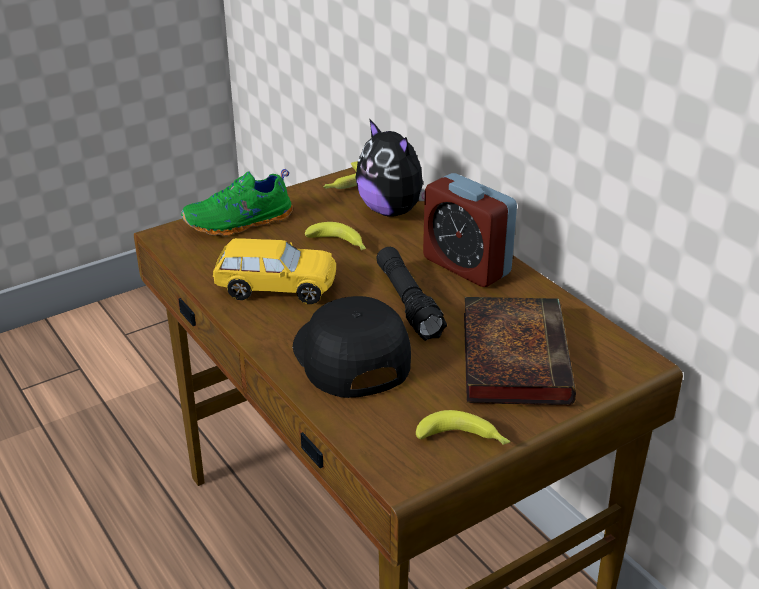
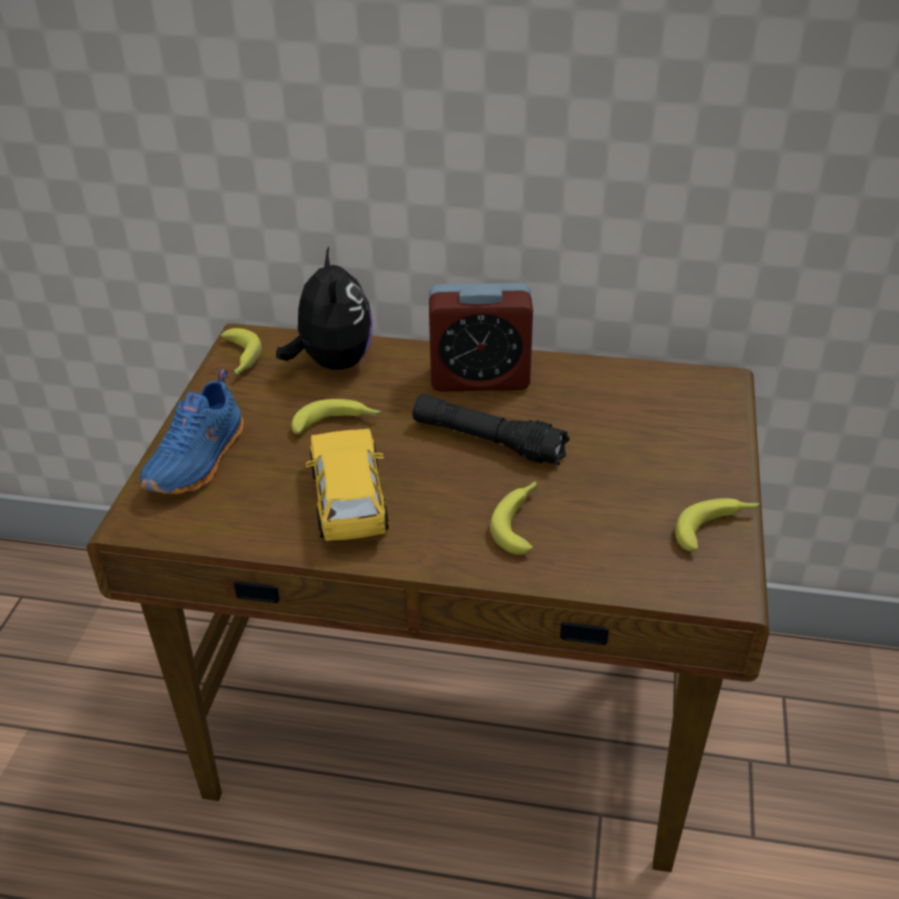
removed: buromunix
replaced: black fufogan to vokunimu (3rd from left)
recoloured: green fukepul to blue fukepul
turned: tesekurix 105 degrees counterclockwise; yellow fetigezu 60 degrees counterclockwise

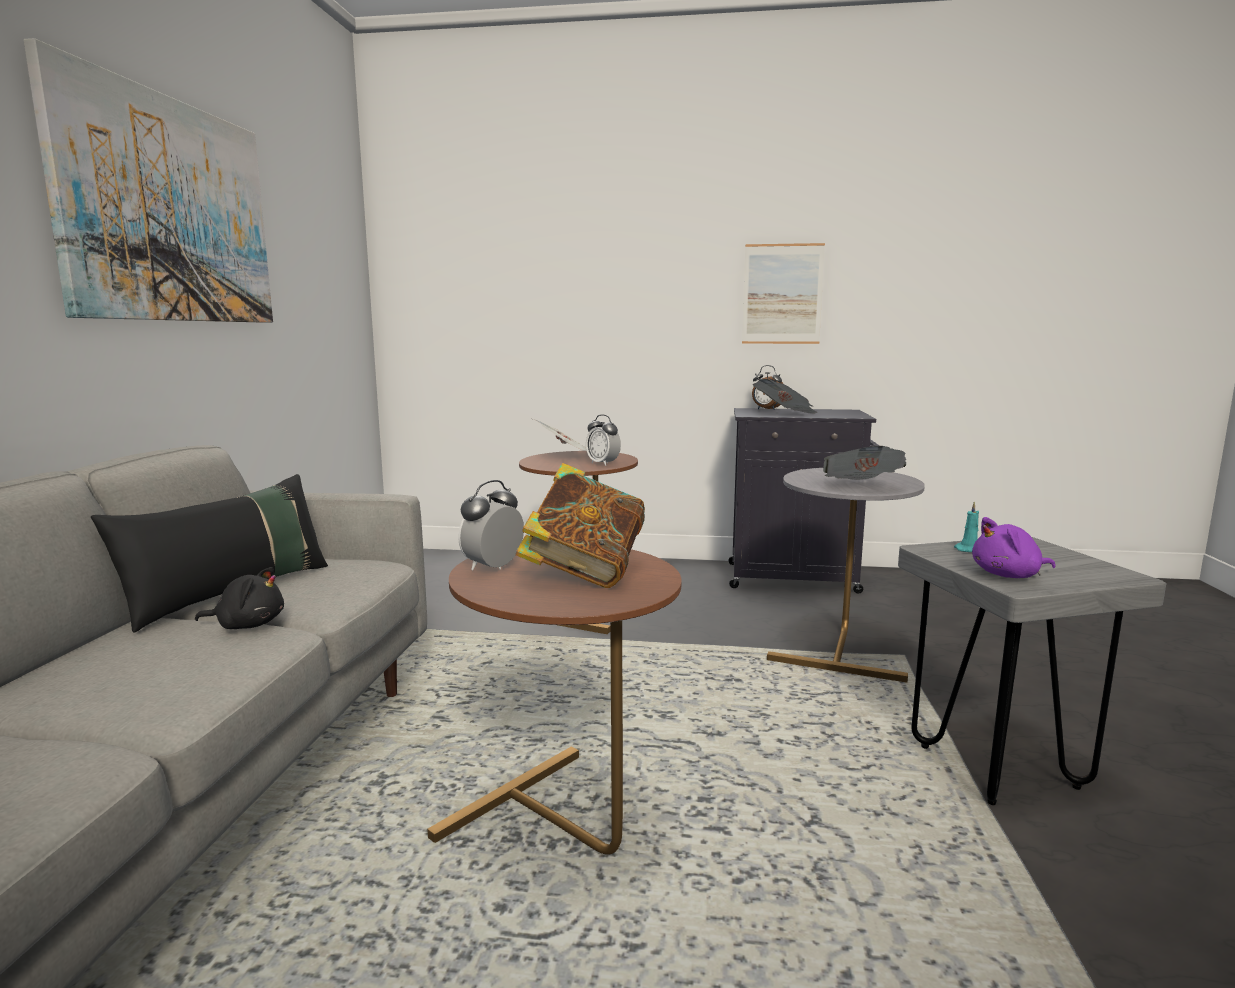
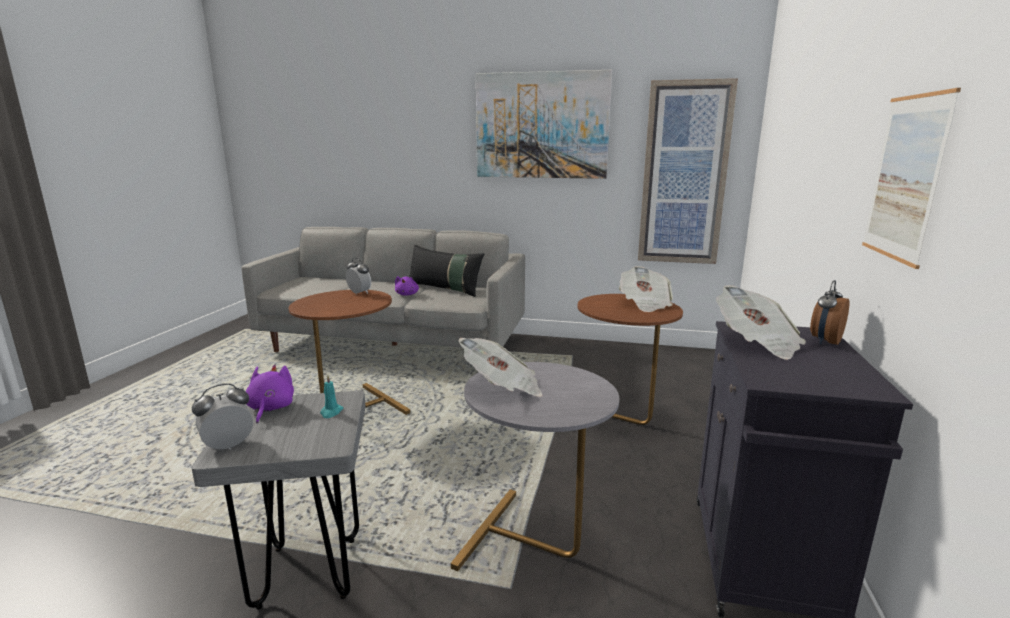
removed: buromunix
added: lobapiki (2nd from left)
moved: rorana (2nd from left in the first image) to rorana (1st from left)
recoloured: black tesekurix to purple tesekurix (2nd from left)

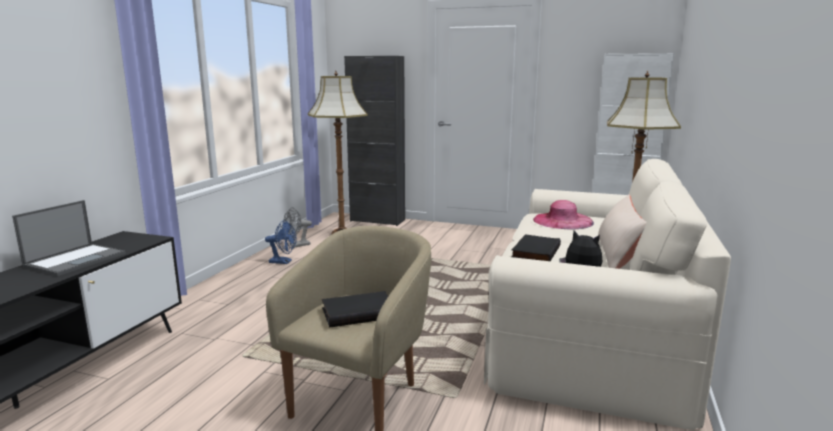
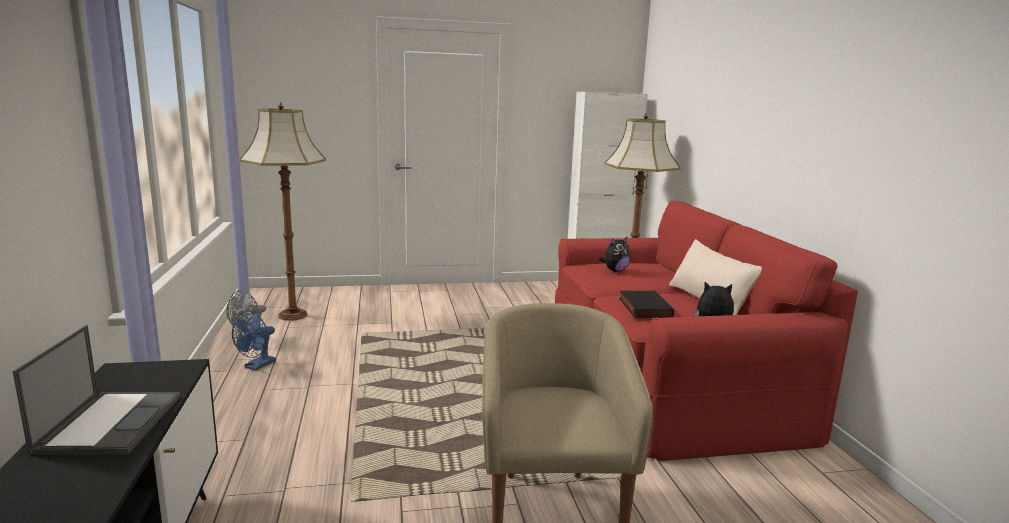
removed: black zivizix; black buromunix (1st from left)
replaced: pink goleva to tesekurix (1st from left)
recoloured: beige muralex to red muralex
turned: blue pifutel 135 degrees clockwise

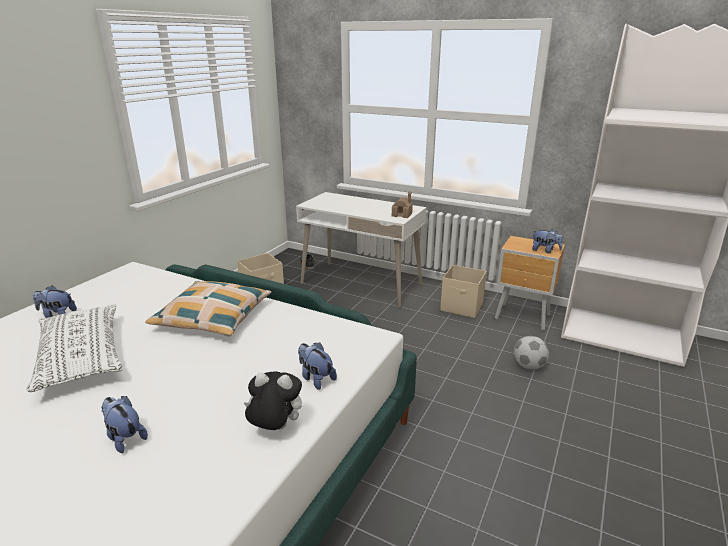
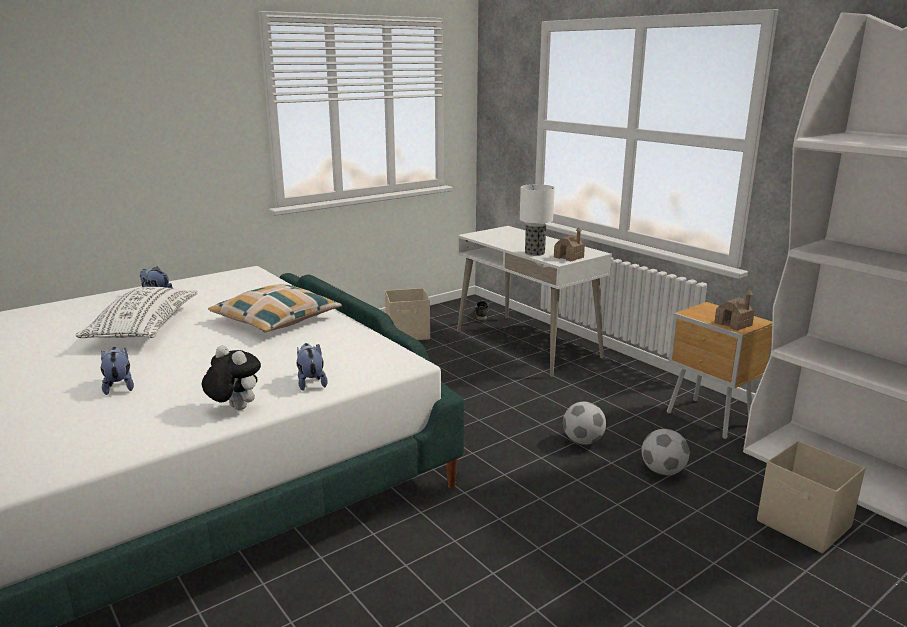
added: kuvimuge; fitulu (1st from left)
moved: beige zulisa (2nd from left)
replaced: tesekurix (5th from left) to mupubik (2nd from left)

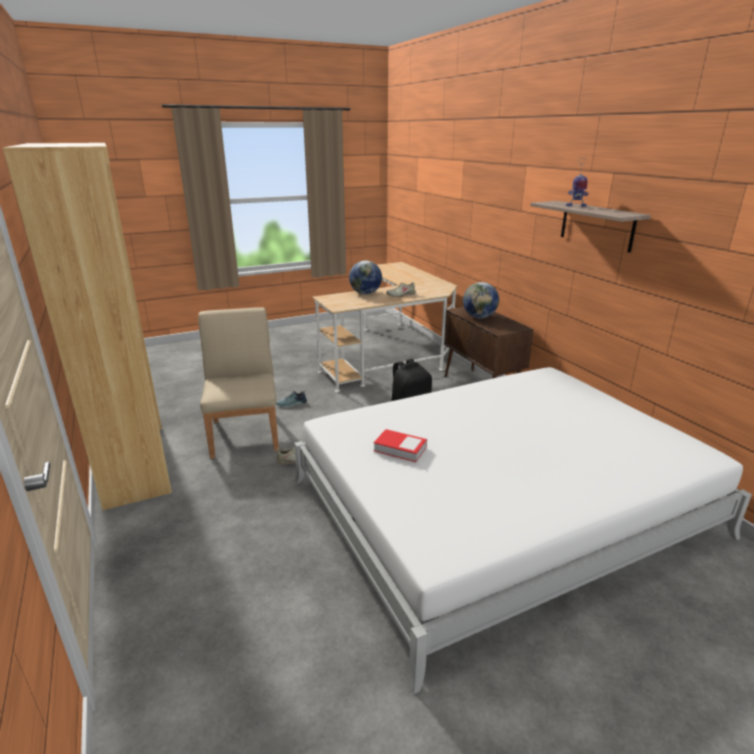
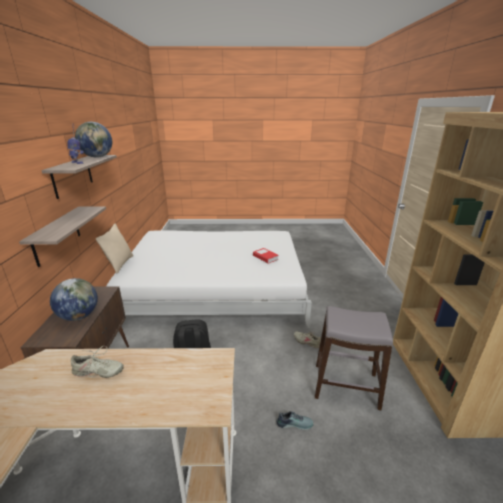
added: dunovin (1st from left); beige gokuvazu
moved: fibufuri (1st from left in the first image) to fibufuri (2nd from left)
replaced: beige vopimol to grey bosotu

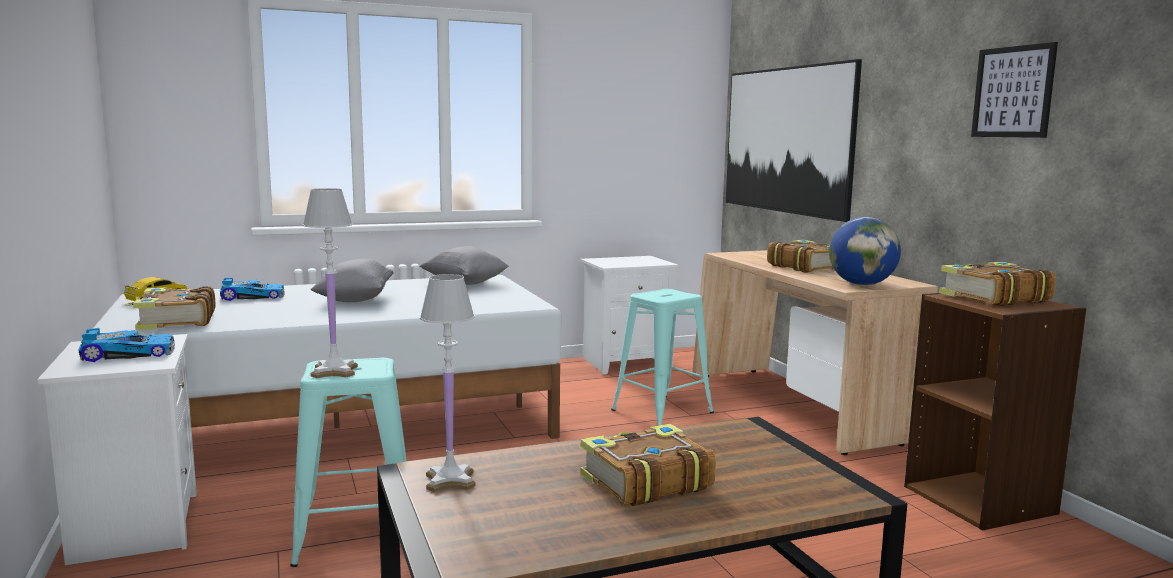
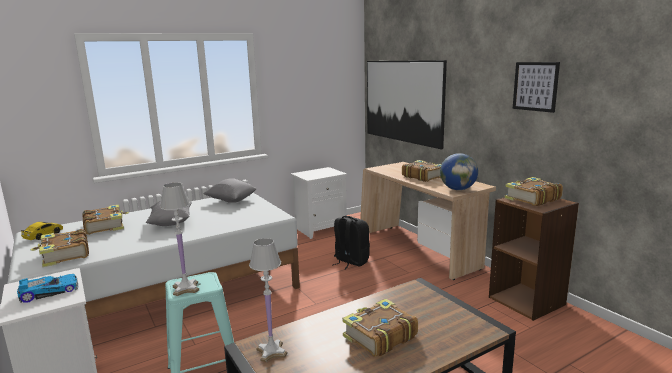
replaced: fetigezu (3rd from left) to buromunix (2nd from left); turquoise bosotu (2nd from left) to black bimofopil

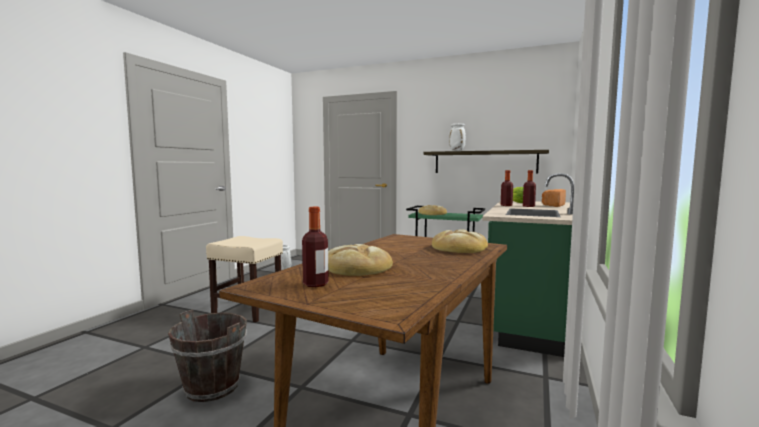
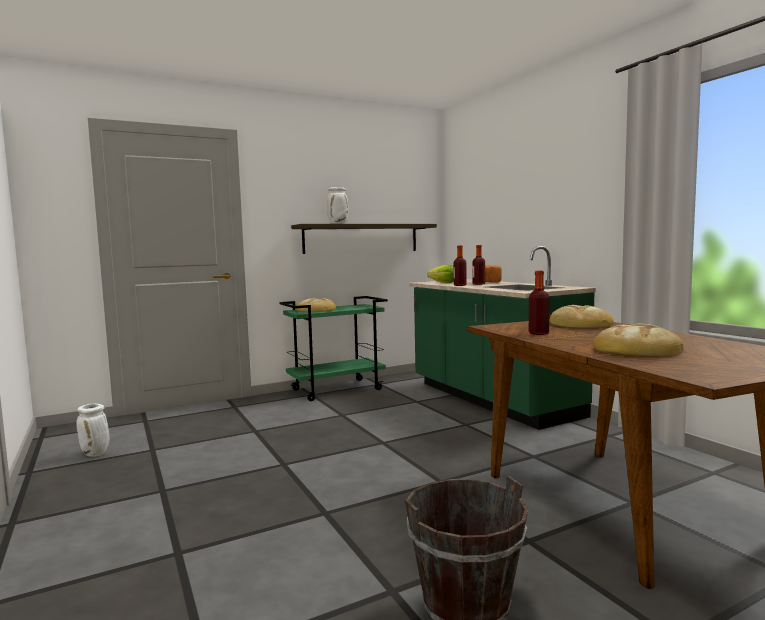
removed: beige bosotu
moved: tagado (1st from left in the first image) to tagado (3rd from left)

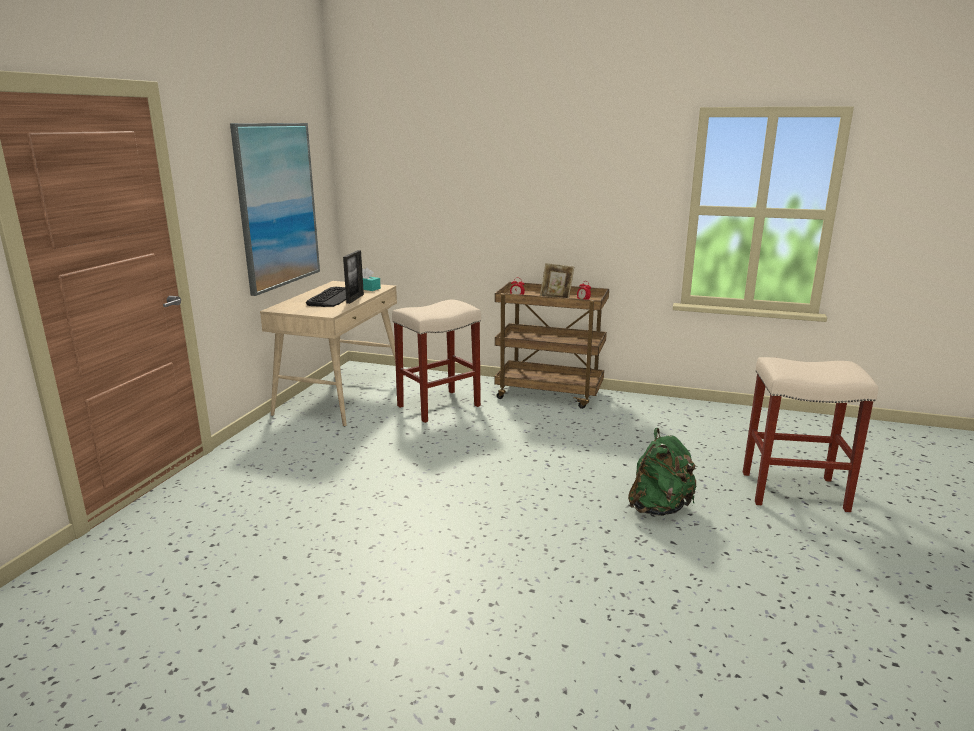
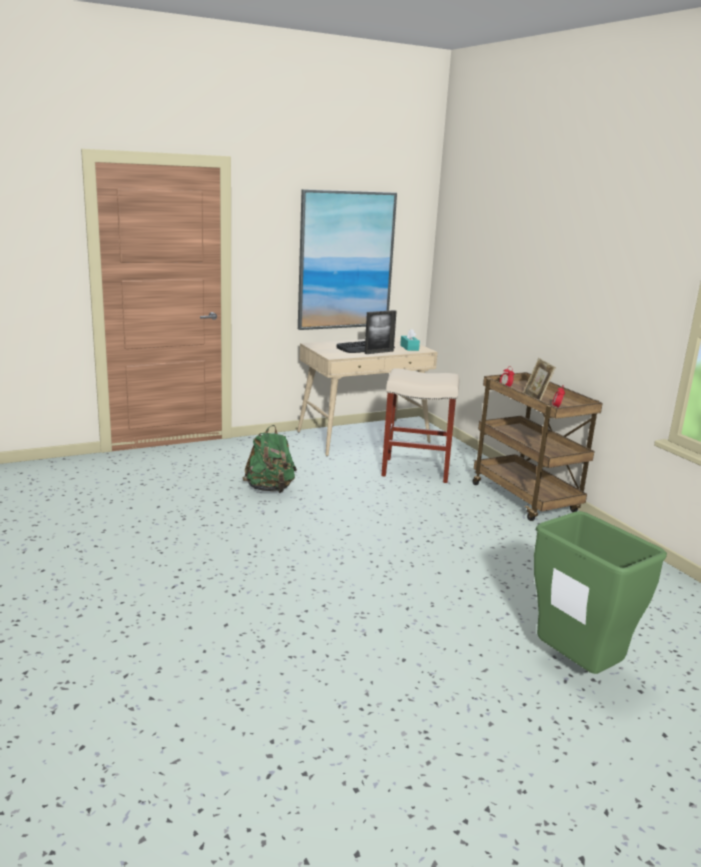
moved: green bimofopil
replaced: beige bosotu (2nd from left) to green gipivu

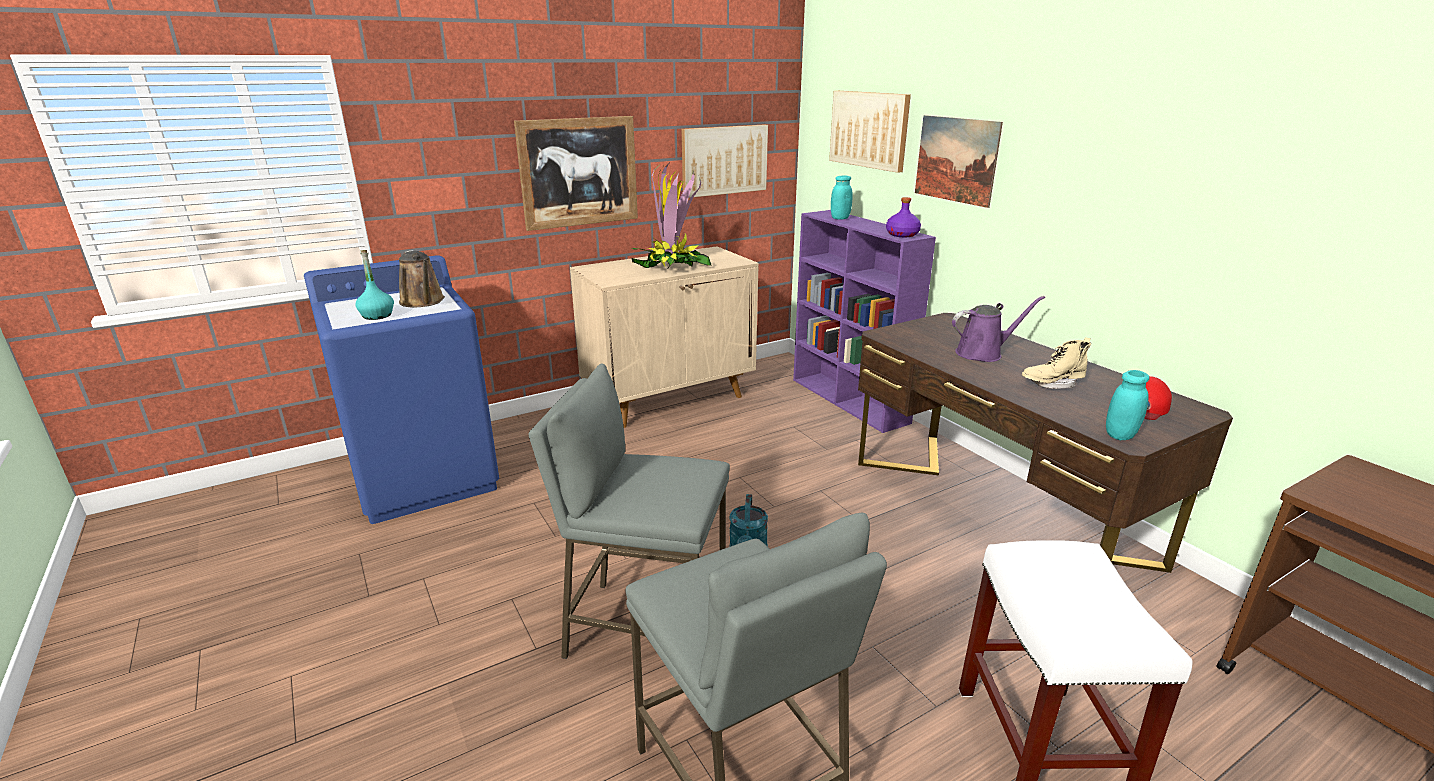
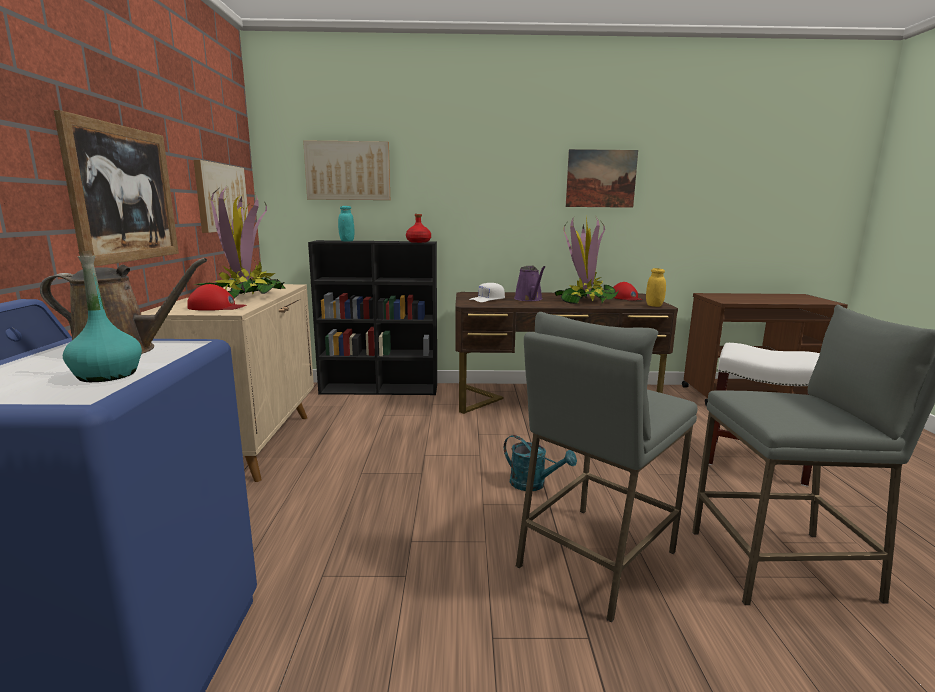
added: white fufogan; red fufogan (1st from left)
moved: lobapiki (4th from left)
replaced: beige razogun to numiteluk (2nd from left)
recoloured: purple tagado to red tagado; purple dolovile to black dolovile; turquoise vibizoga (2nd from left) to yellow vibizoga
turned: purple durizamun 150 degrees clockwise

